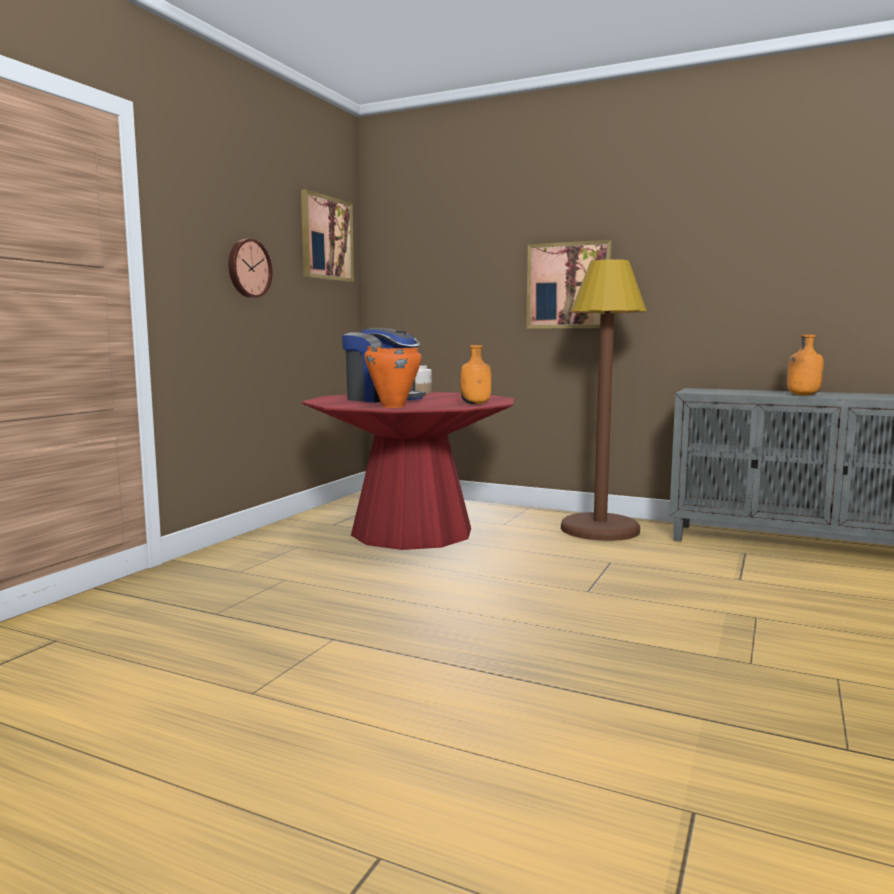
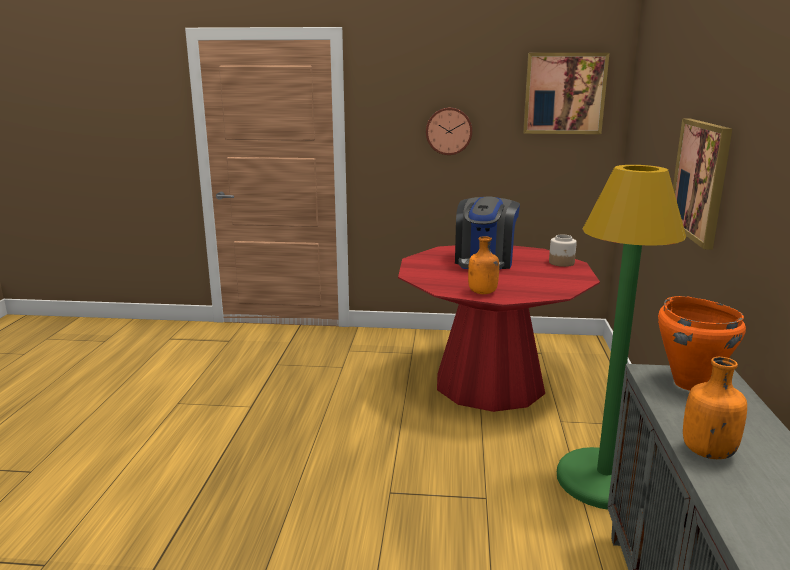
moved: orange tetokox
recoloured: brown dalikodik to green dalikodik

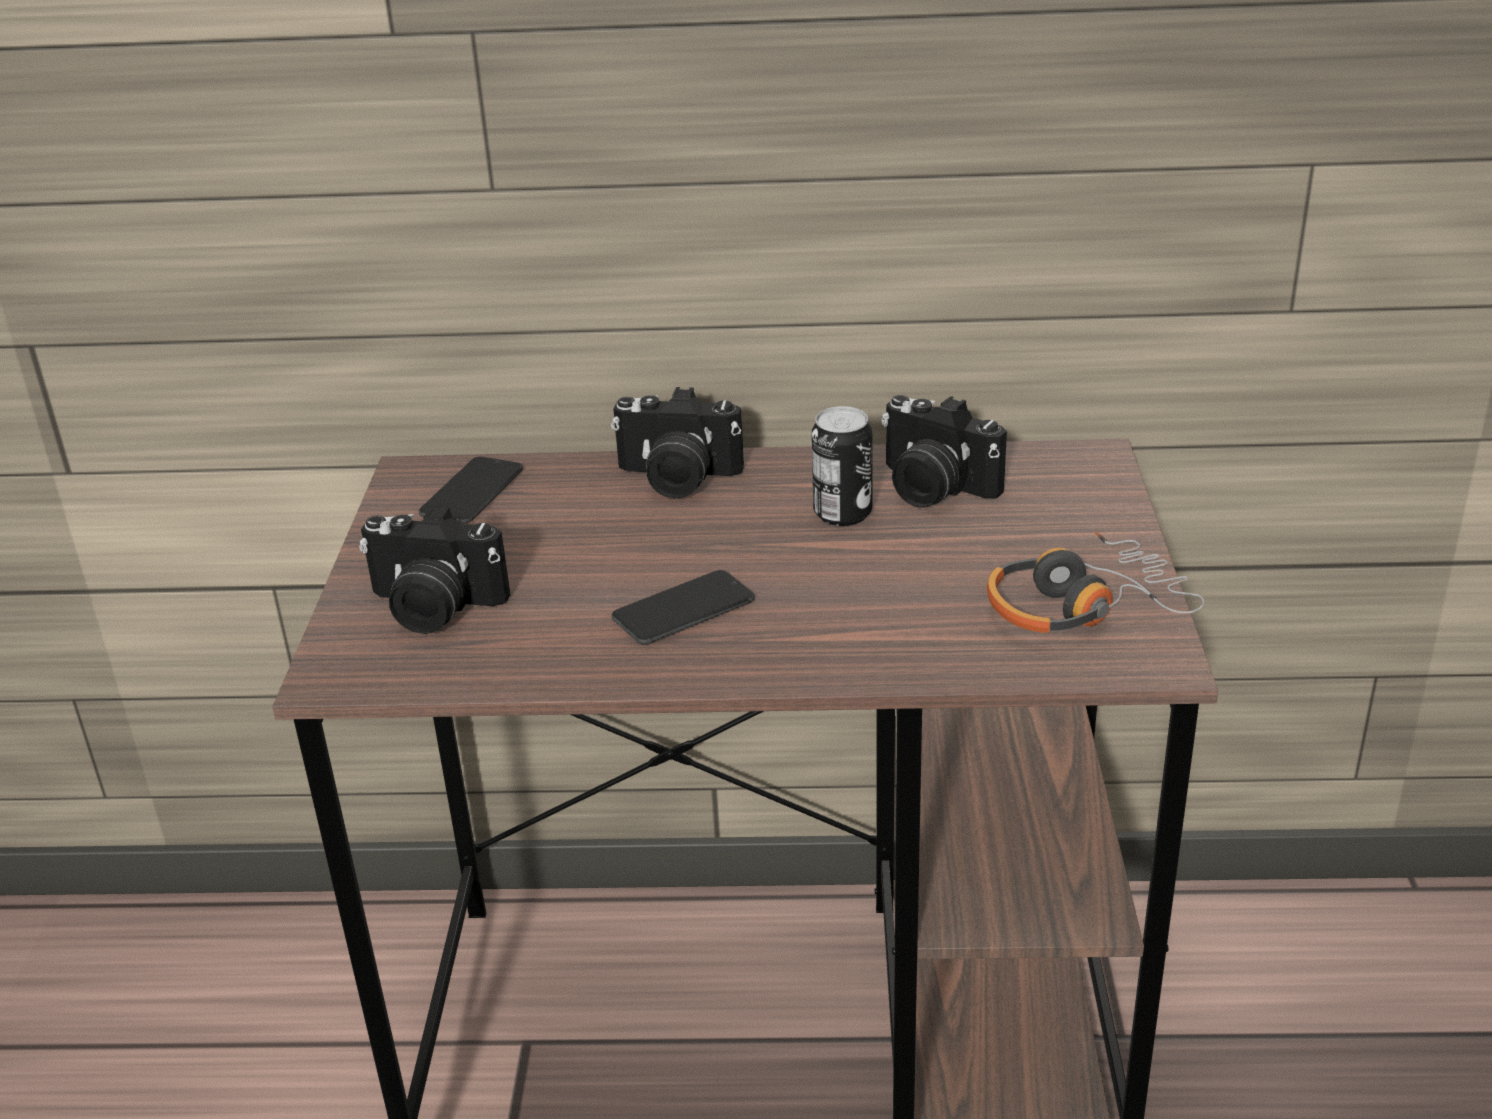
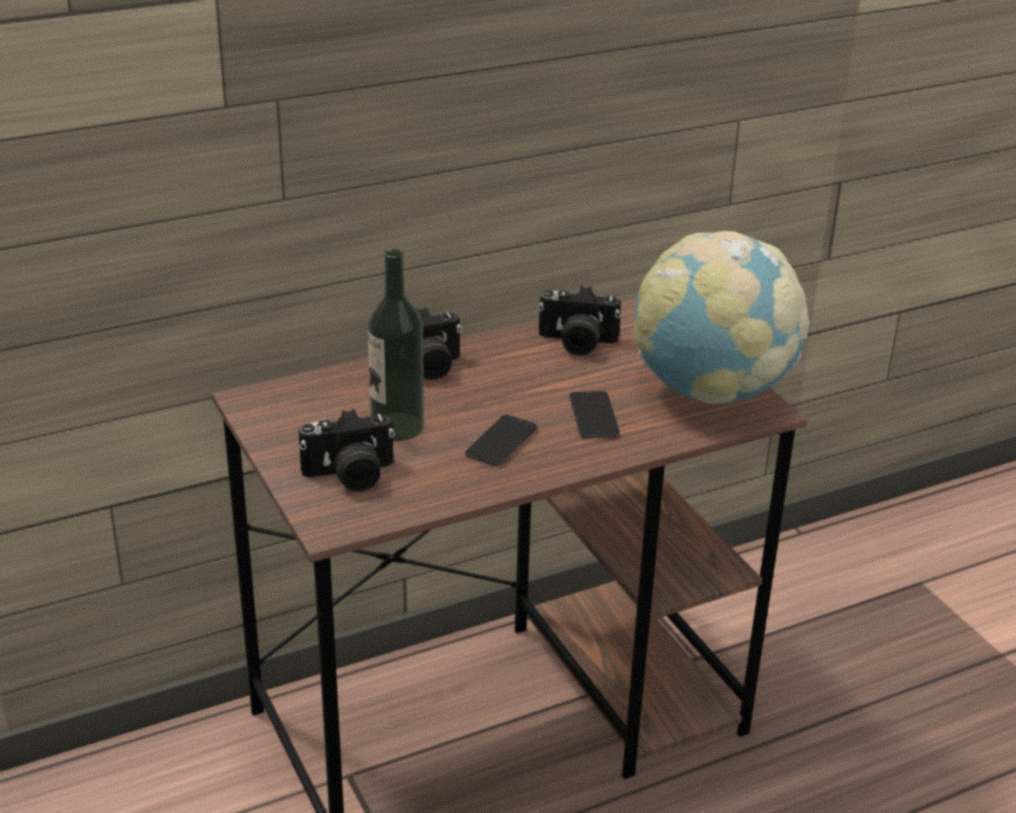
removed: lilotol
added: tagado
moved: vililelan (1st from left in the first image) to vililelan (2nd from left)
replaced: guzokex to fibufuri

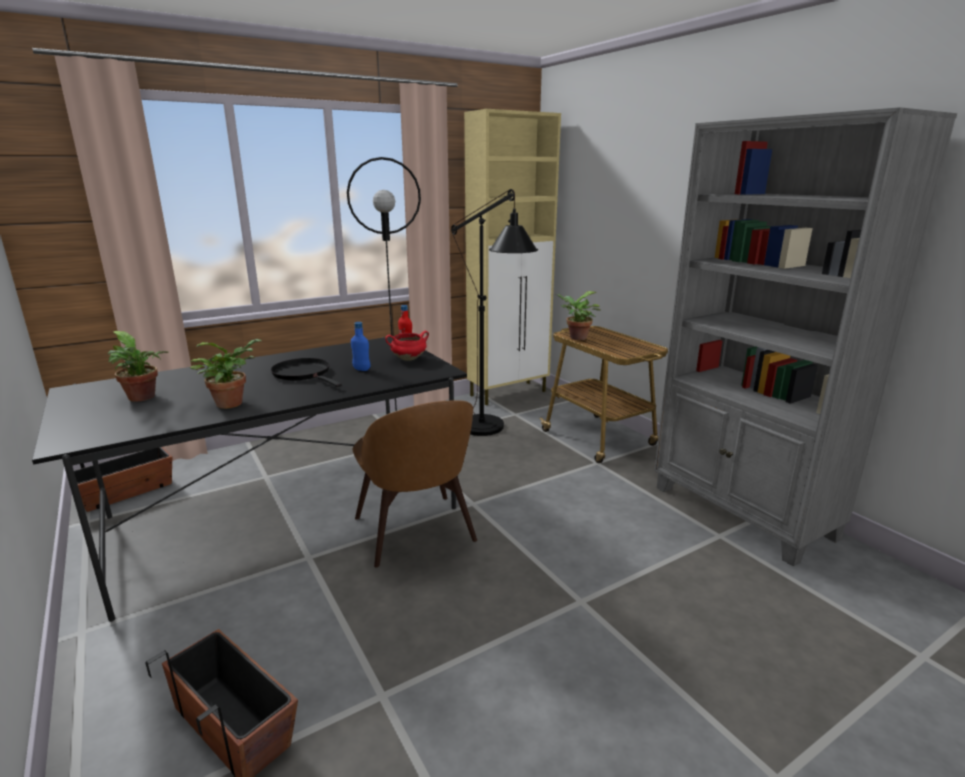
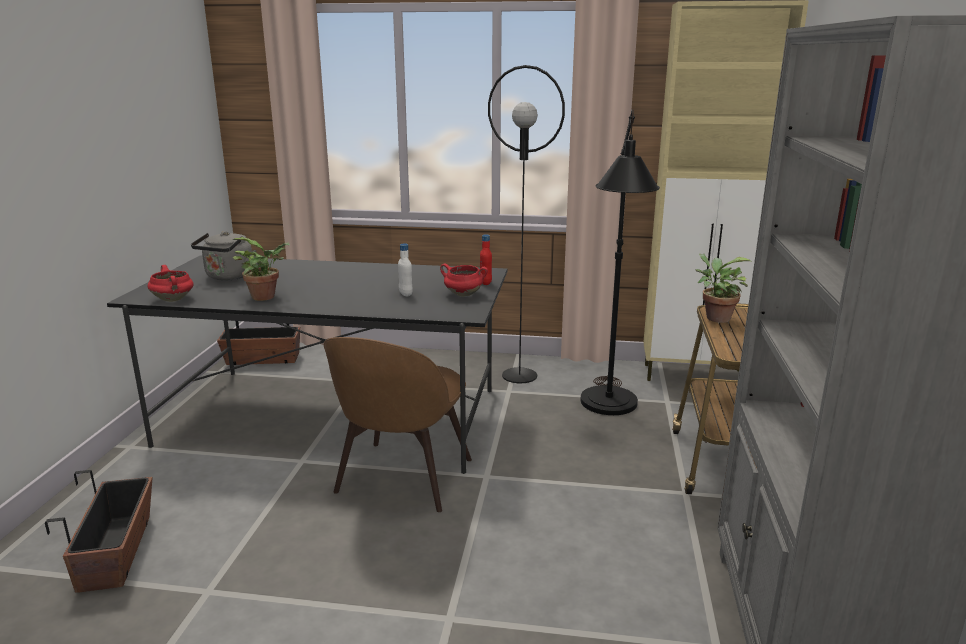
removed: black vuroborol
added: red tetokox (1st from left)
replaced: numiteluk (1st from left) to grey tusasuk
recoloured: blue tagado to white tagado

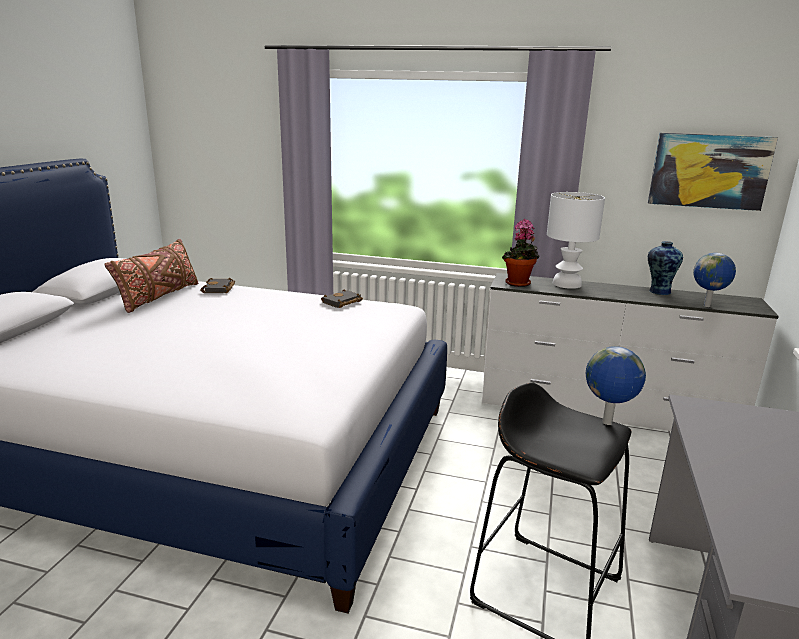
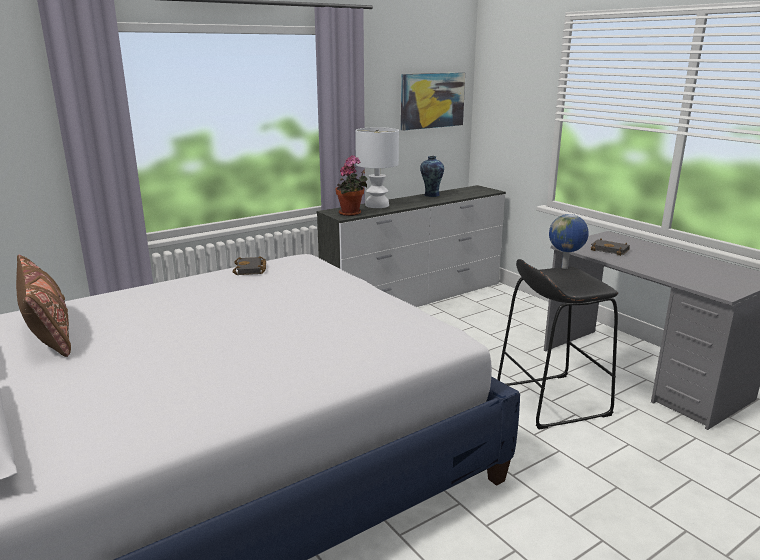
removed: fibufuri (2nd from left)
moved: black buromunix (1st from left in the first image) to black buromunix (2nd from left)

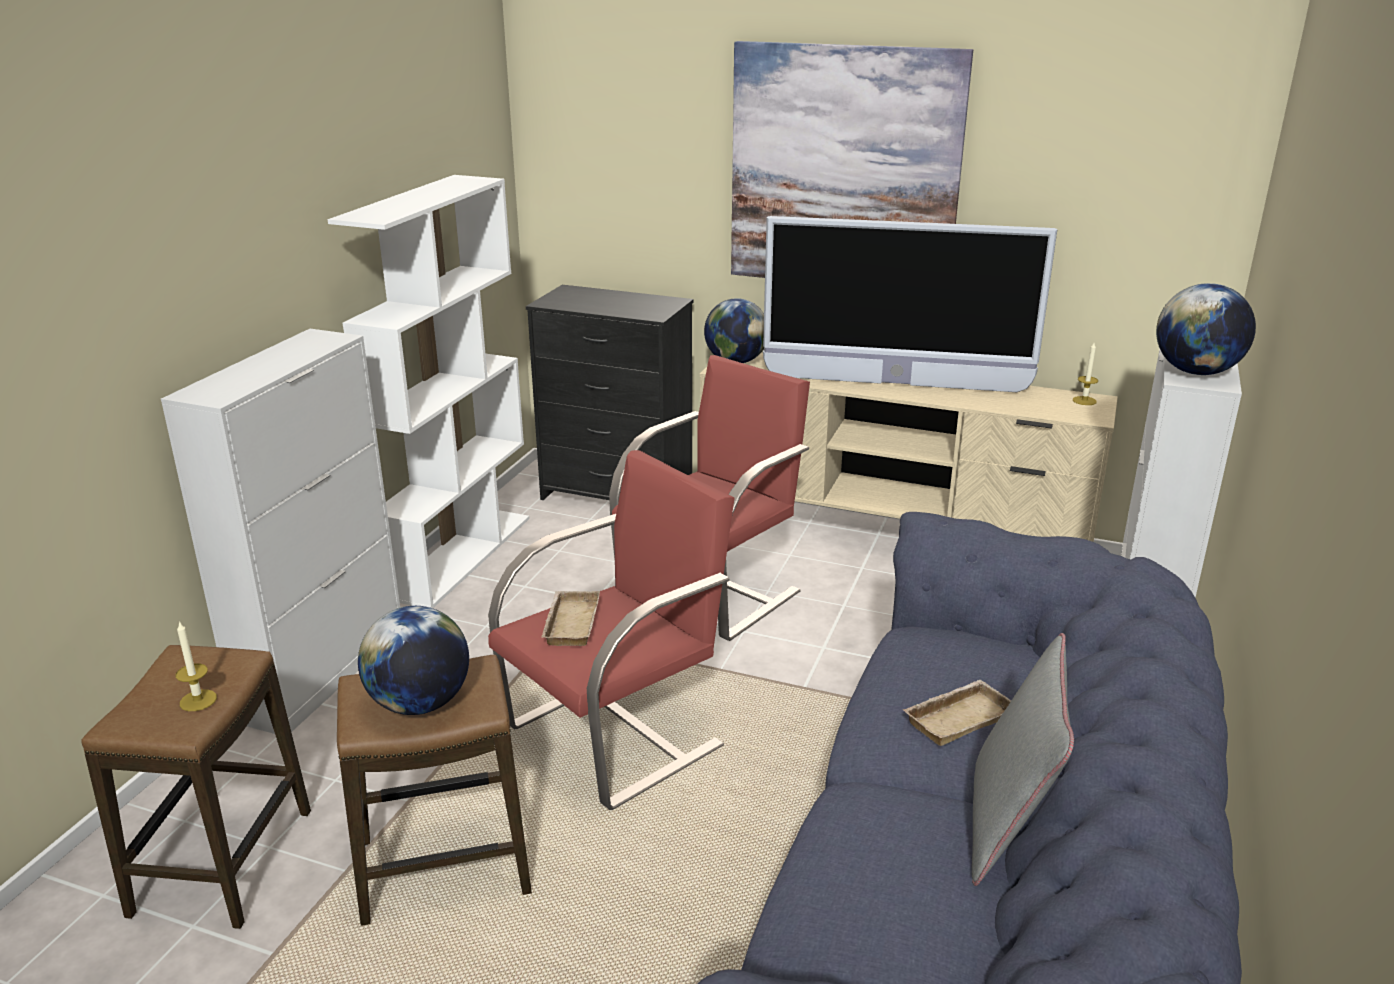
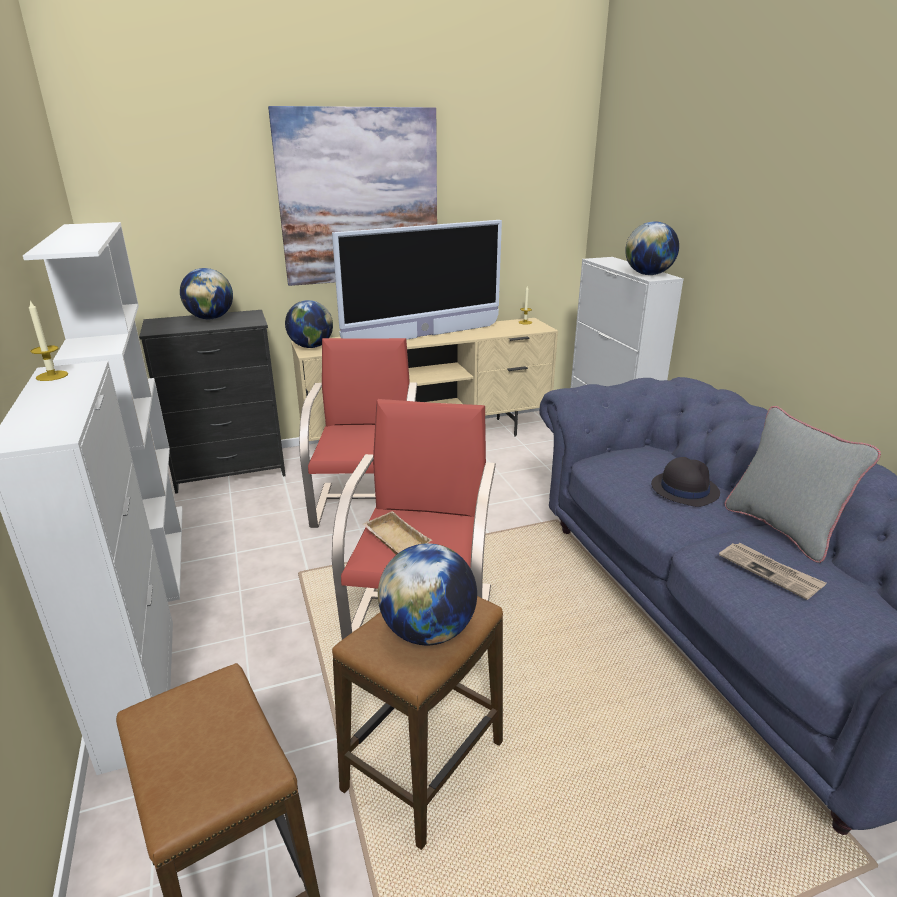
added: fibufuri (1st from left); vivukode
moved: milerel (1st from left)
replaced: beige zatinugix (2nd from left) to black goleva

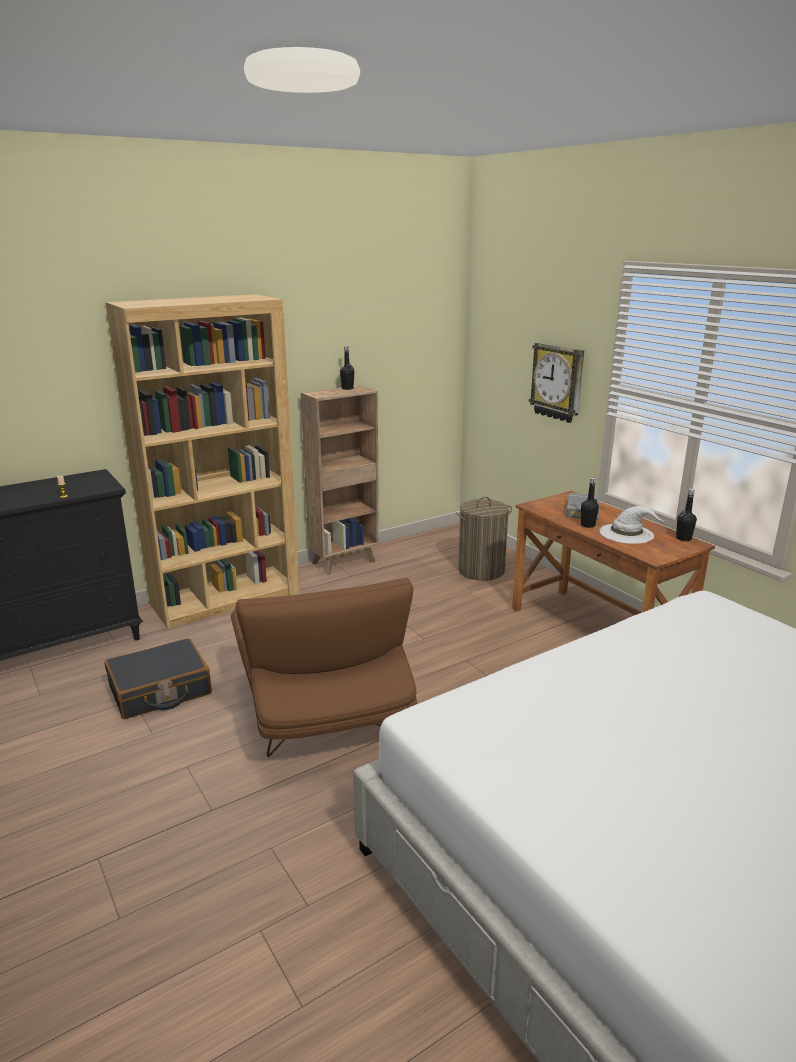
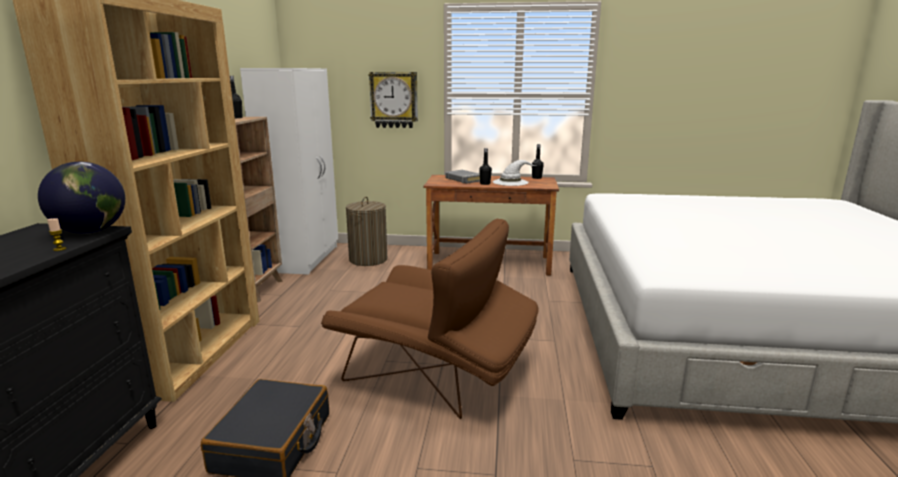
added: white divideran; fibufuri

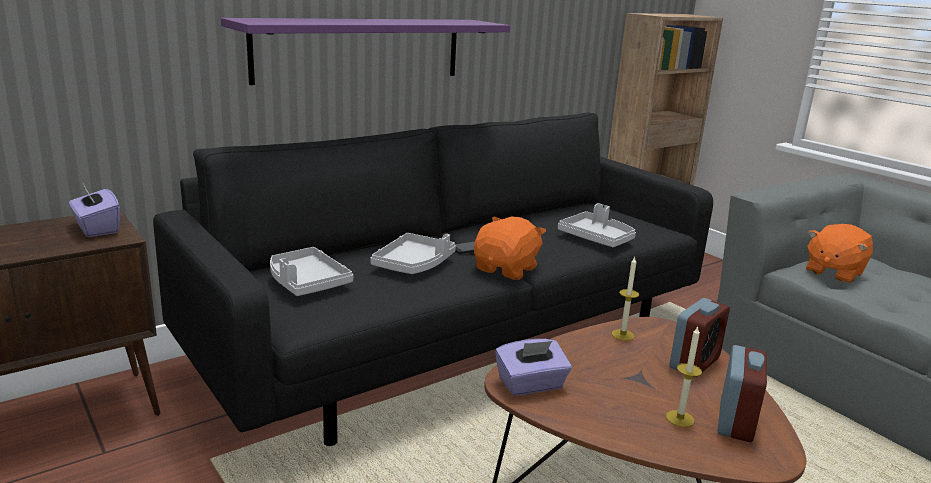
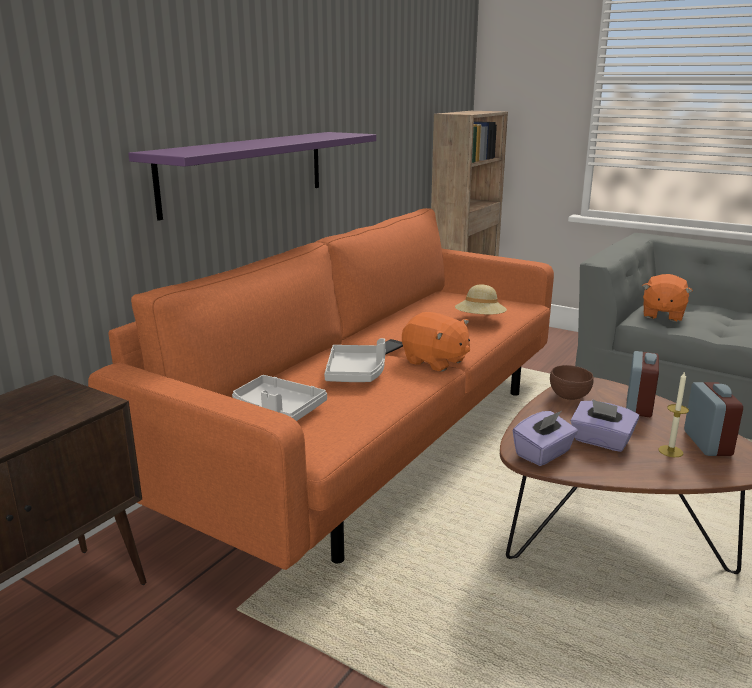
moved: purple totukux (1st from left in the first image) to purple totukux (2nd from left)
replaced: grey zatinugix (3rd from left) to beige goleva; milerel (1st from left) to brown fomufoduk
recoloured: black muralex to orange muralex
turned: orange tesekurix (1st from left) 120 degrees clockwise

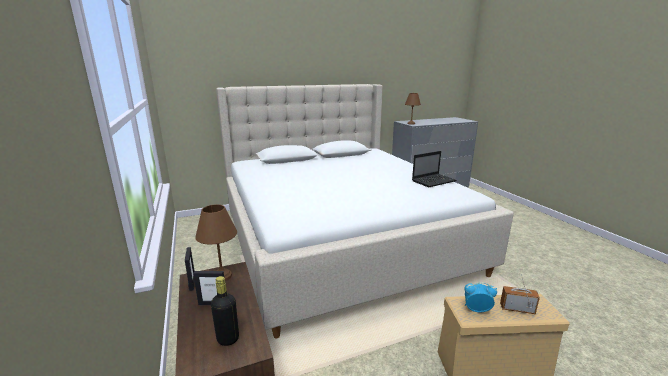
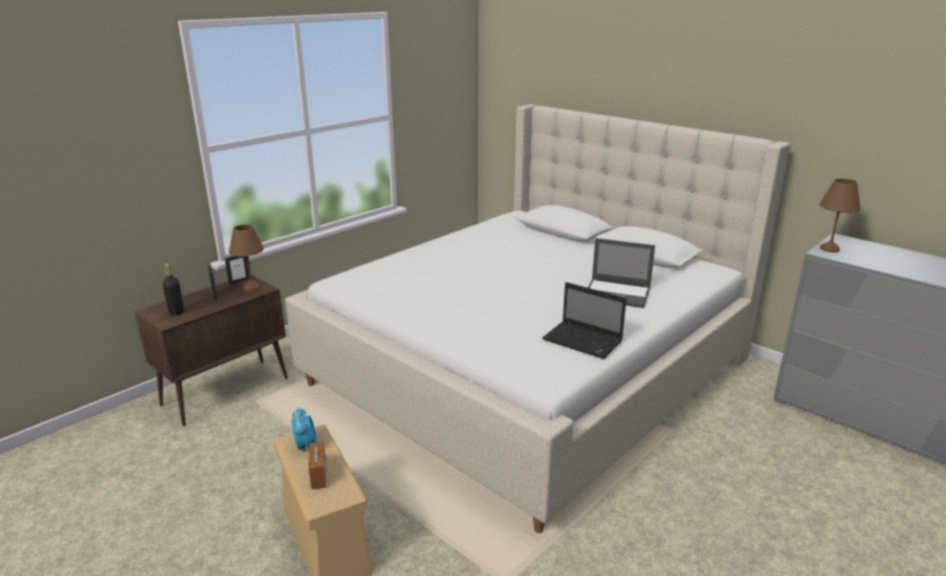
added: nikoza (2nd from left)

